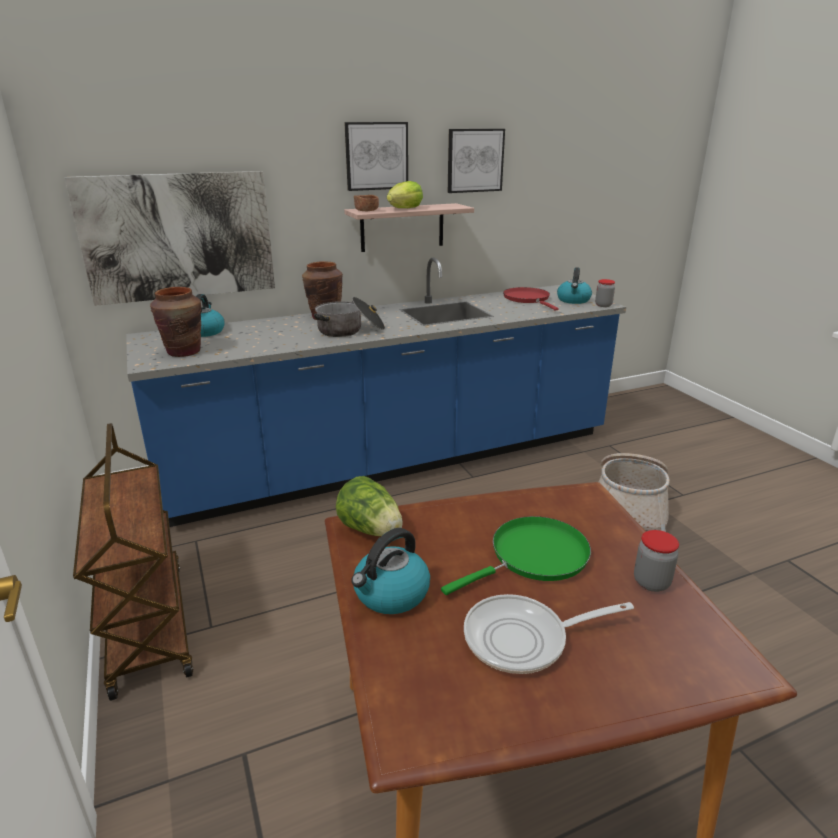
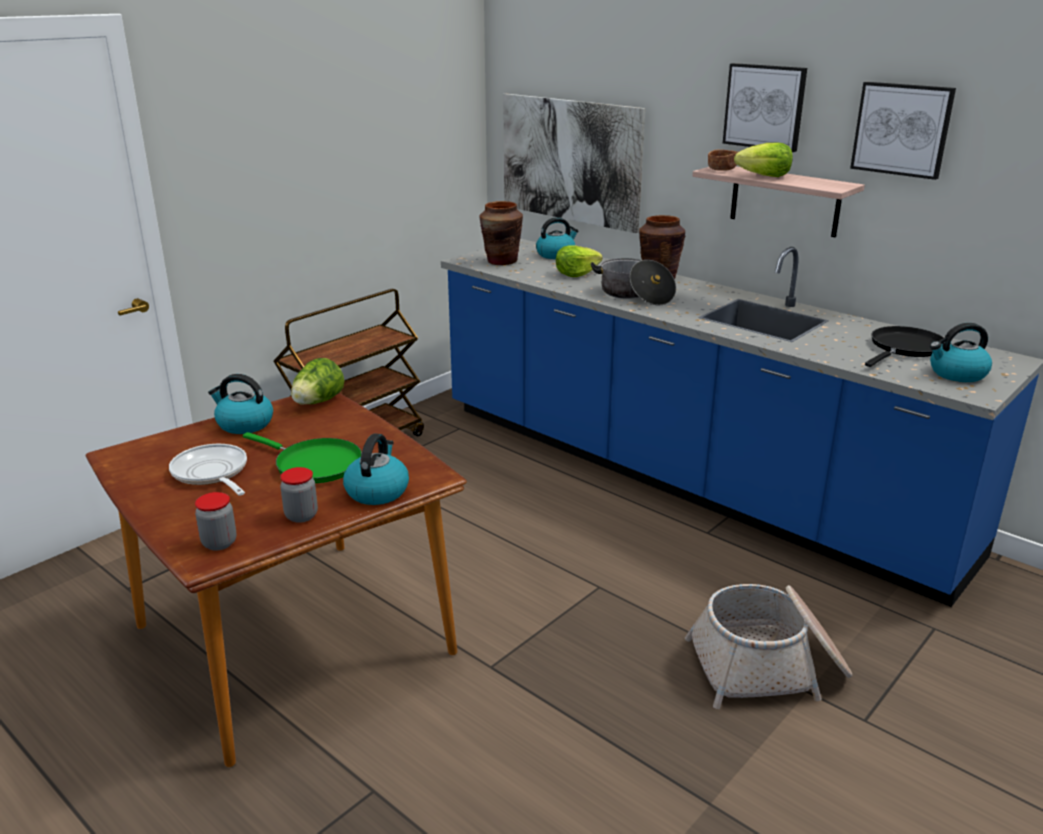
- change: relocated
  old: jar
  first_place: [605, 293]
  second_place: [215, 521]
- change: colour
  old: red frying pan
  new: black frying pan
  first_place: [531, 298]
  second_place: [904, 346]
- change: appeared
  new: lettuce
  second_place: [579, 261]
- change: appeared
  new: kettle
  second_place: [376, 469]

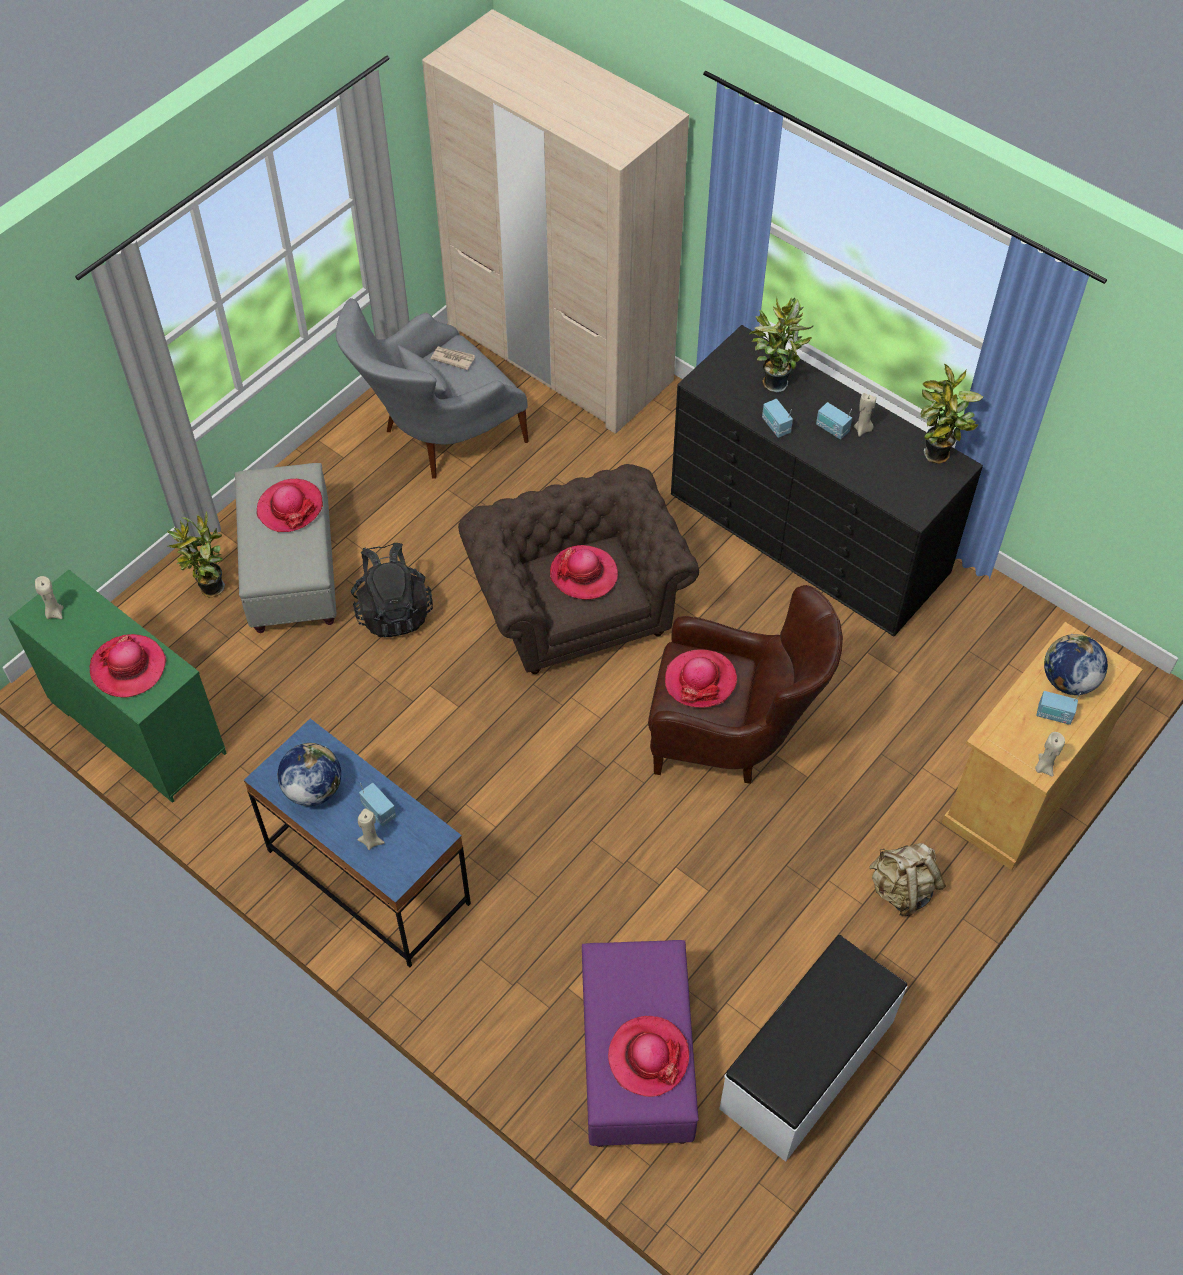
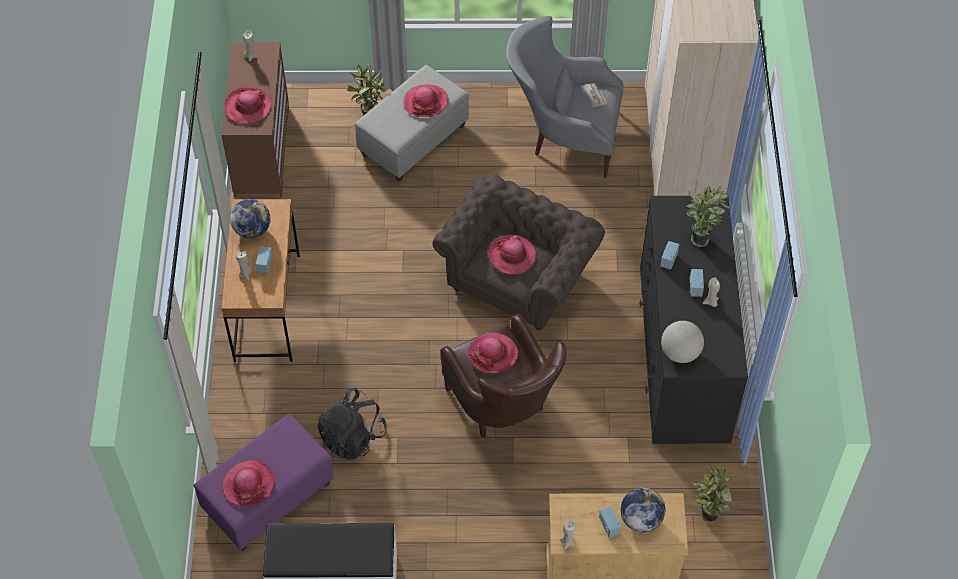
- change: relocated
  old: potted plant
  first_place: [951, 413]
  second_place: [713, 494]
- change: relocated
  old: black backpack
  first_place: [392, 590]
  second_place: [352, 423]
- change: colour
  old: green dresser
  new: brown dresser
  first_place: [117, 686]
  second_place: [255, 119]
- change: colour
  old: blue desk
  new: brown desk
  first_place: [357, 843]
  second_place: [260, 280]
- change: missing
  old: beige backpack
  first_place: [907, 879]
- change: appeared
  new: globe
  second_place: [682, 342]

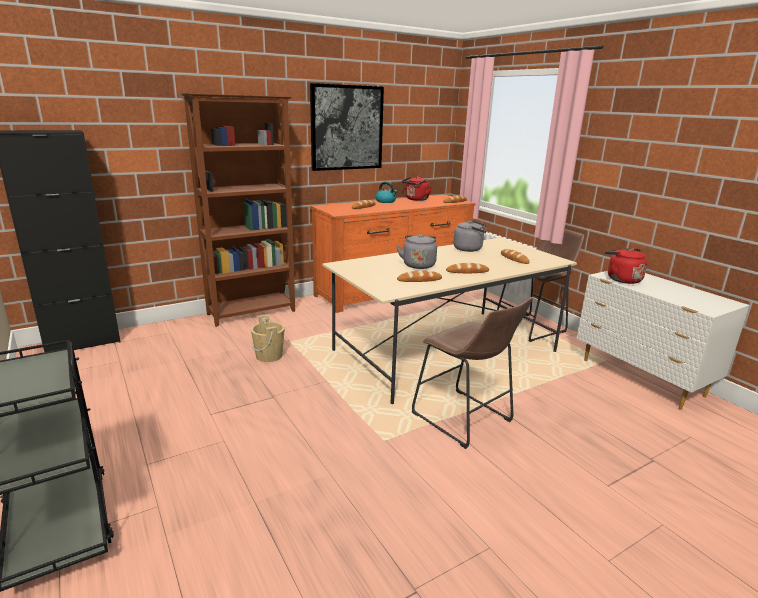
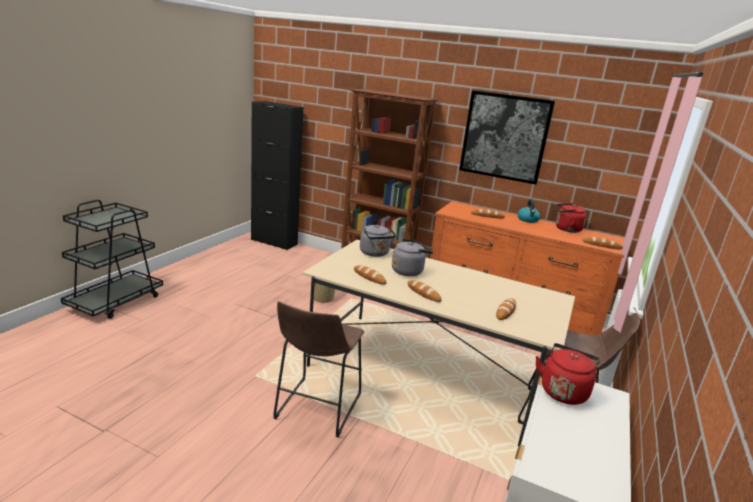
- change: relocated
  old: grey kettle
  first_place: [470, 236]
  second_place: [378, 241]

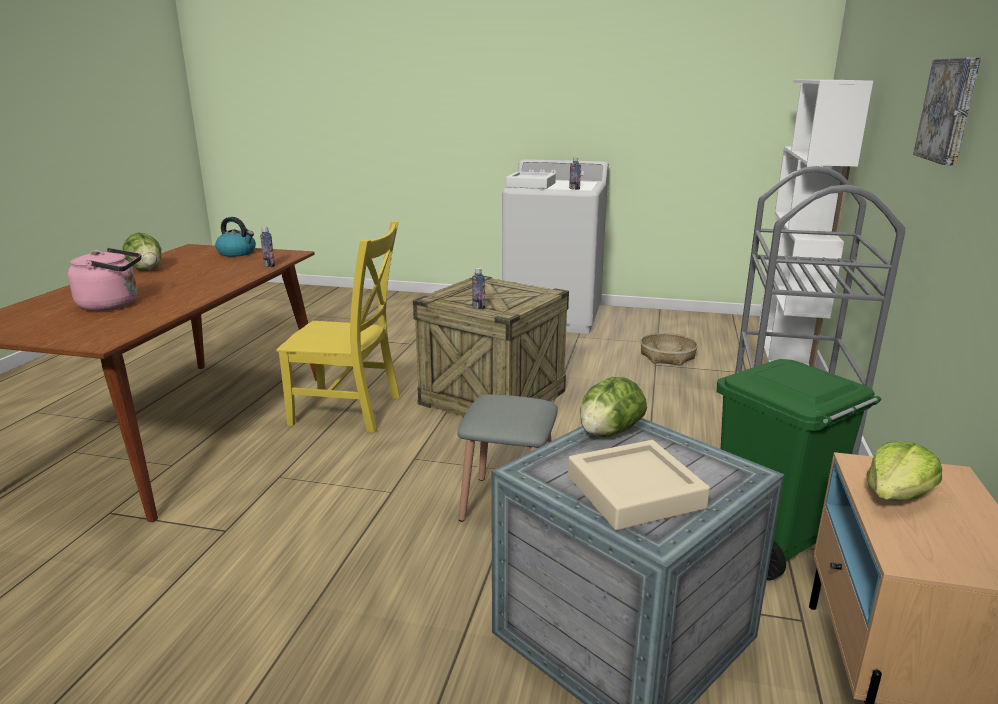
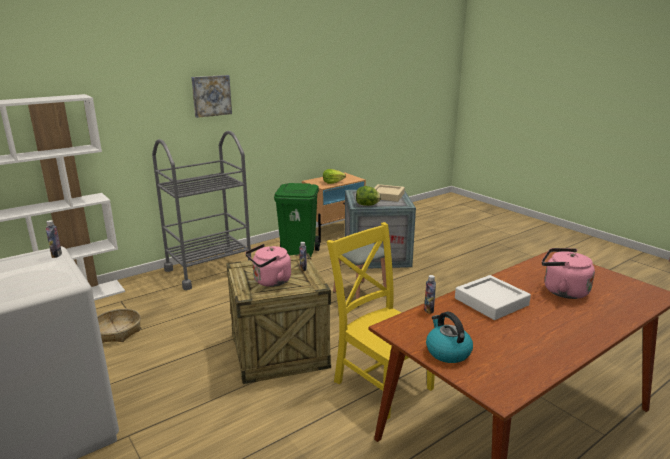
- change: relocated
  old: white tray
  first_place: [531, 180]
  second_place: [493, 297]
- change: missing
  old: lettuce
  first_place: [141, 252]
- change: appeared
  new: pink kettle
  second_place: [268, 265]

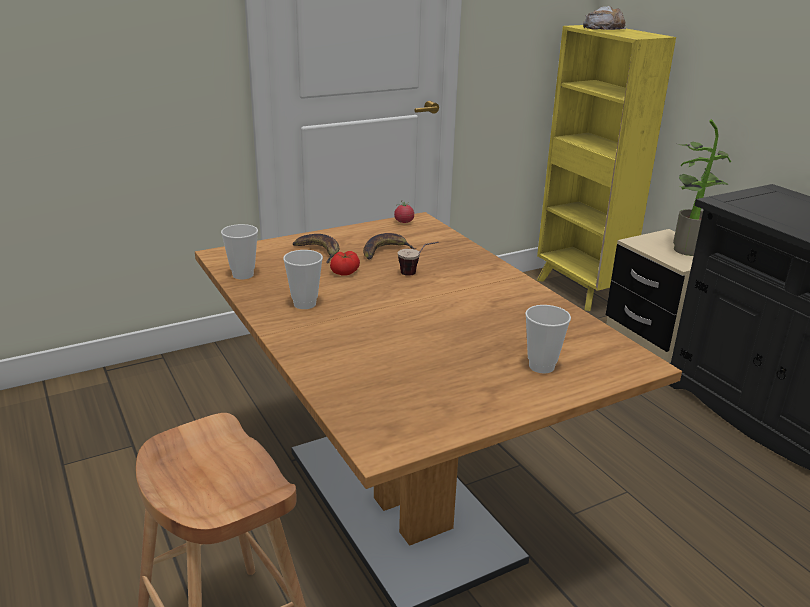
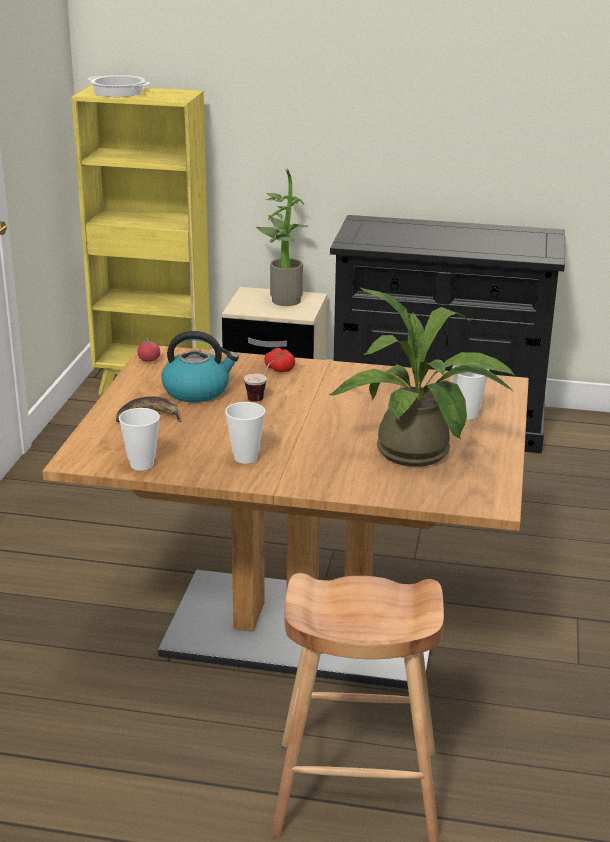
- change: exchanged
  old: bread
  new: cooking pot
  first_place: [604, 18]
  second_place: [118, 86]
- change: exchanged
  old: banana
  new: kettle
  first_place: [389, 246]
  second_place: [200, 366]
- change: relocated
  old: tomato
  first_place: [345, 263]
  second_place: [279, 360]
- change: appeared
  new: potted plant
  second_place: [421, 377]

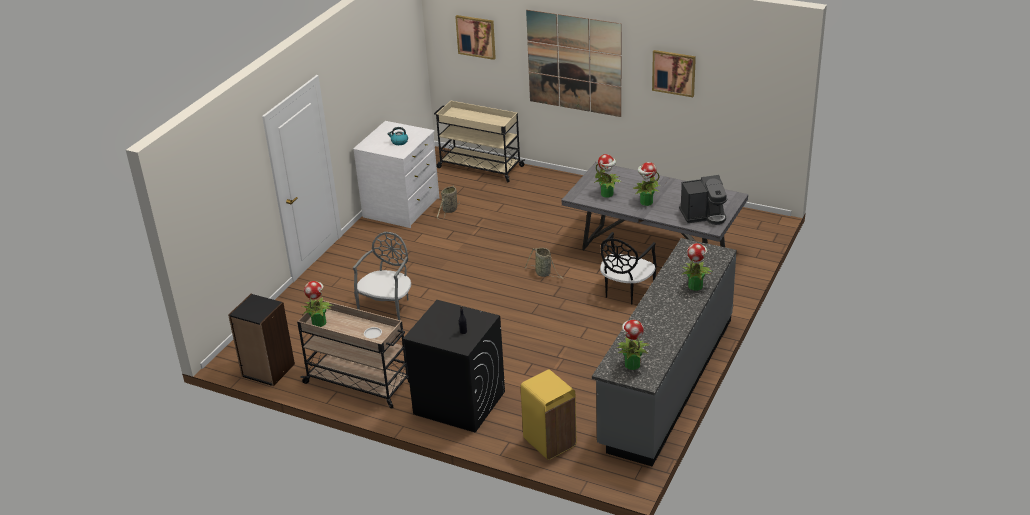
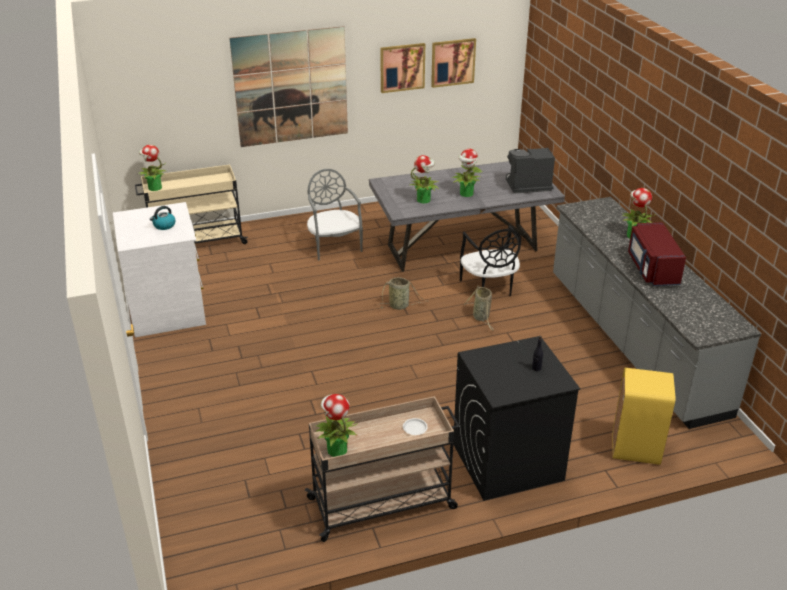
- change: relocated
  old: picture
  first_place: [475, 37]
  second_place: [453, 63]
- change: spun
  old: coffee machine
  first_place: [703, 200]
  second_place: [530, 170]
  degrees: -135
- change: relocated
  old: basket
  first_place: [448, 202]
  second_place: [479, 308]
- change: relocated
  old: grey chair
  first_place: [382, 276]
  second_place: [335, 214]
- change: missing
  old: black bookcase
  first_place: [261, 340]
- change: relocated
  old: potted plant
  first_place: [633, 345]
  second_place: [153, 168]
- change: appeared
  new: red microwave
  second_place: [657, 254]

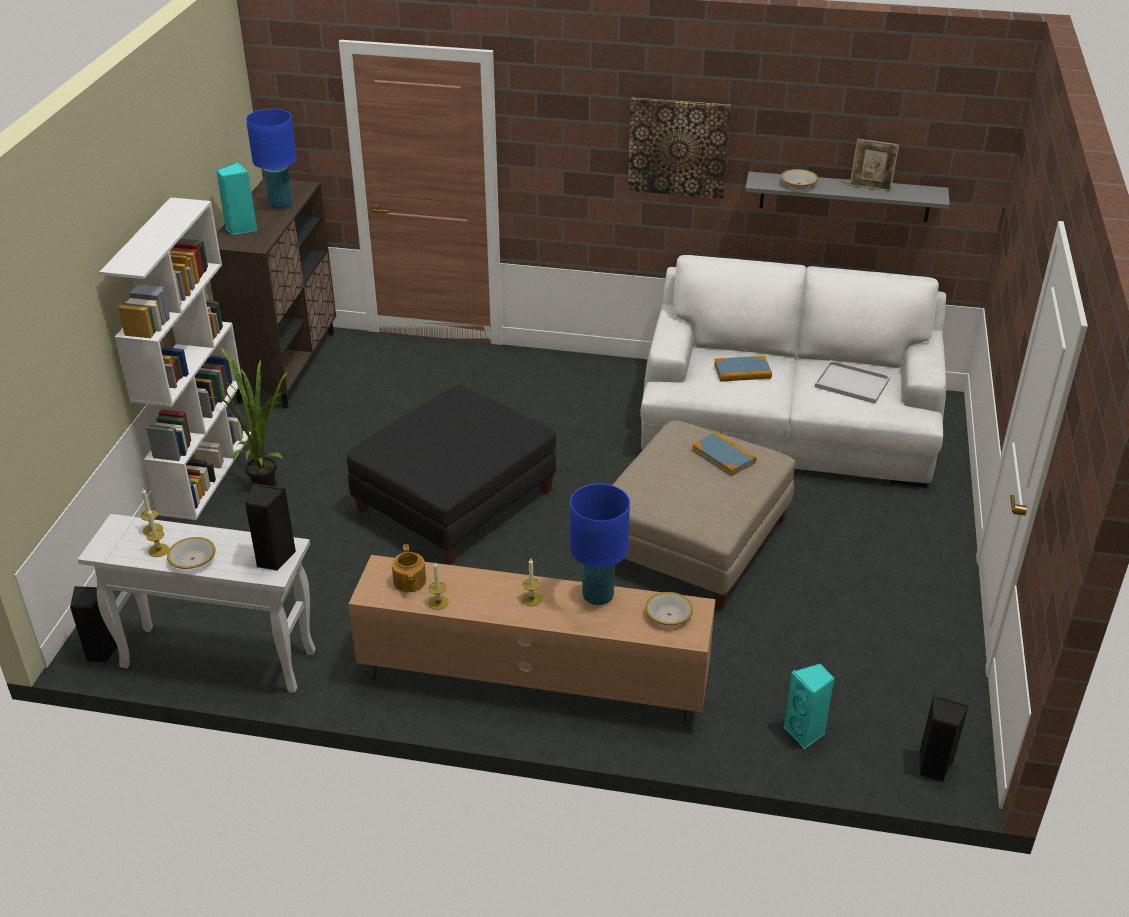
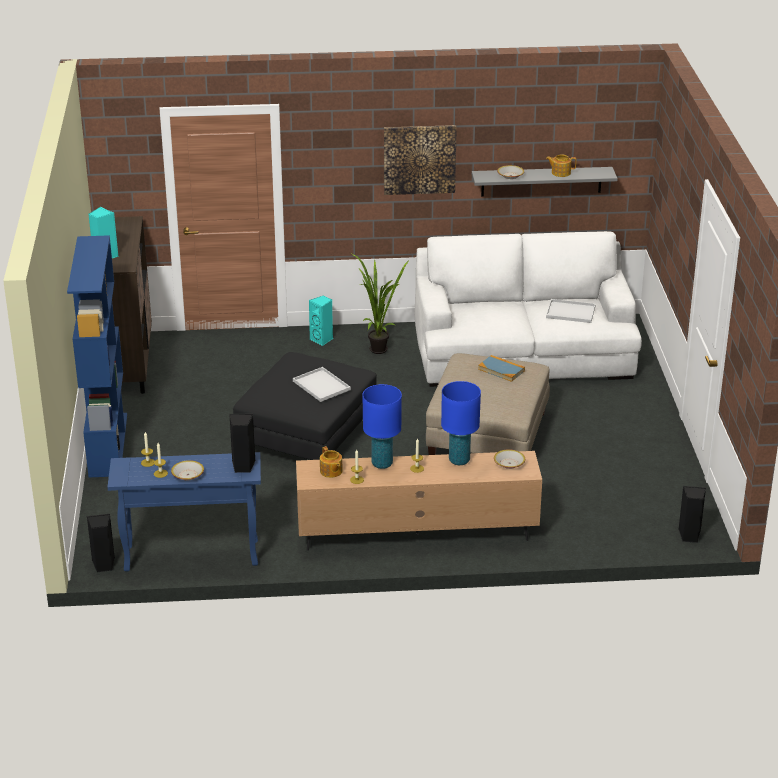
- change: relocated
  old: blue table lamp
  first_place: [271, 159]
  second_place: [382, 426]
- change: exchanged
  old: picture frame
  new: teapot
  first_place: [874, 165]
  second_place: [561, 165]
- change: colour
  old: white bookcase
  new: blue bookcase
  first_place: [175, 358]
  second_place: [97, 356]
- change: relocated
  old: potted plant
  first_place: [247, 416]
  second_place: [379, 303]
- change: missing
  old: book
  first_place: [743, 369]
- change: colour
  old: white console table
  new: blue console table
  first_place: [197, 603]
  second_place: [184, 512]
- change: relocated
  old: turquoise speaker
  first_place: [809, 706]
  second_place: [321, 320]
- change: appeared
  new: white tray
  second_place: [322, 384]

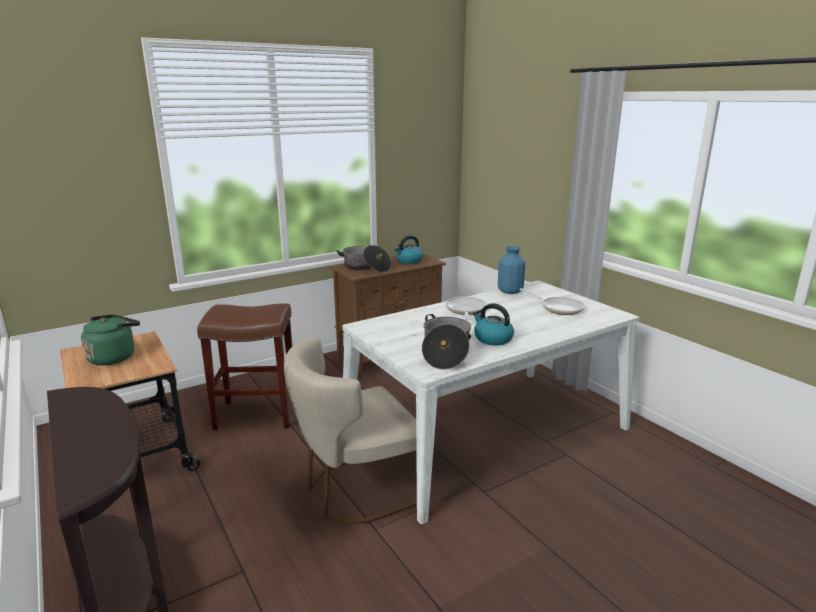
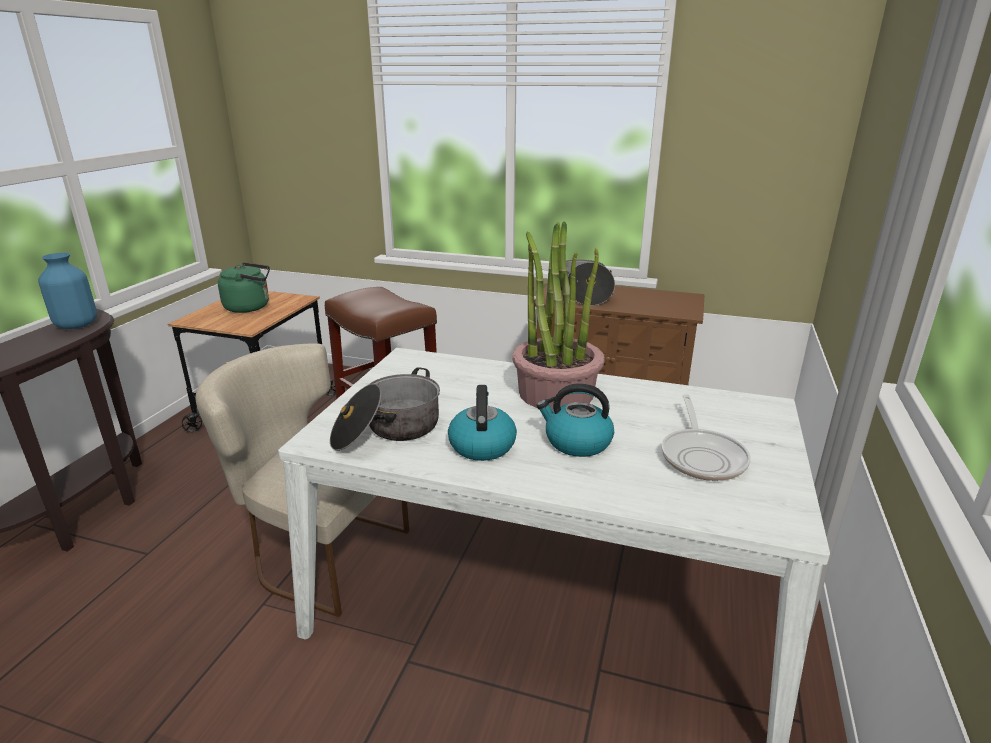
- change: relocated
  old: kettle
  first_place: [409, 250]
  second_place: [575, 420]
- change: relocated
  old: blue vase
  first_place: [511, 270]
  second_place: [67, 291]
- change: exchanged
  old: frying pan
  new: potted plant
  first_place: [466, 308]
  second_place: [558, 316]

